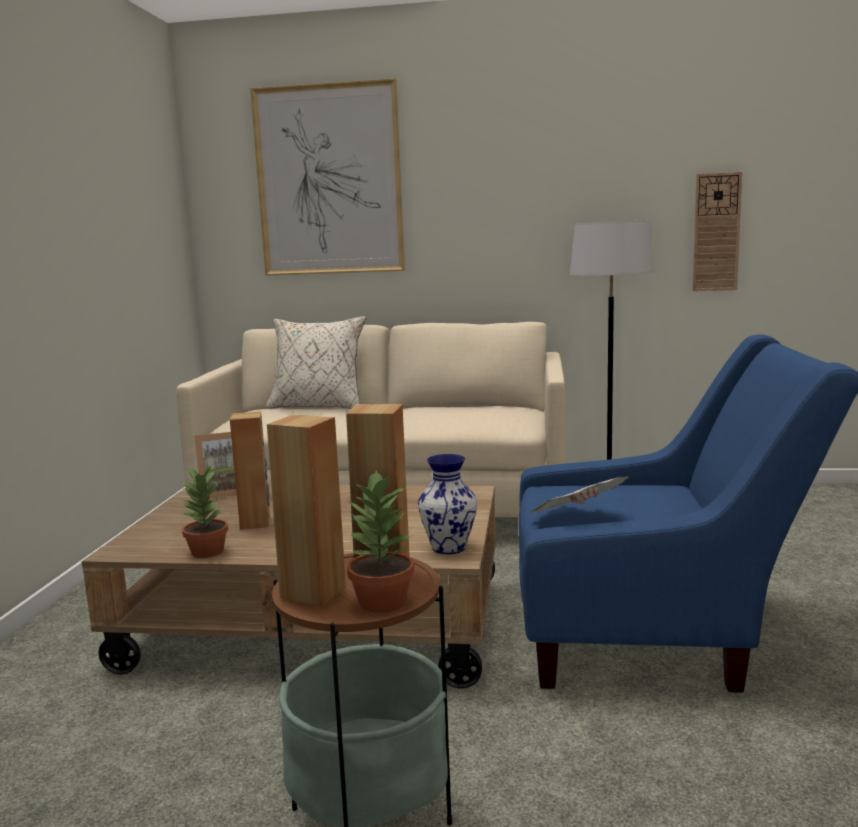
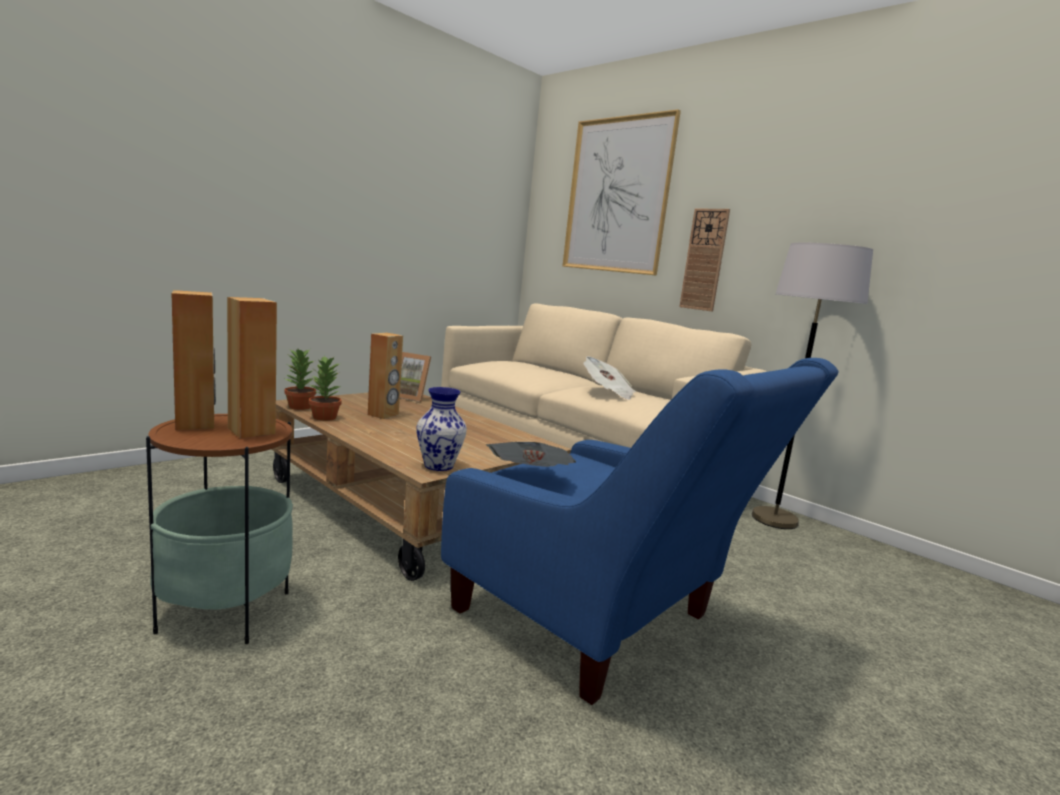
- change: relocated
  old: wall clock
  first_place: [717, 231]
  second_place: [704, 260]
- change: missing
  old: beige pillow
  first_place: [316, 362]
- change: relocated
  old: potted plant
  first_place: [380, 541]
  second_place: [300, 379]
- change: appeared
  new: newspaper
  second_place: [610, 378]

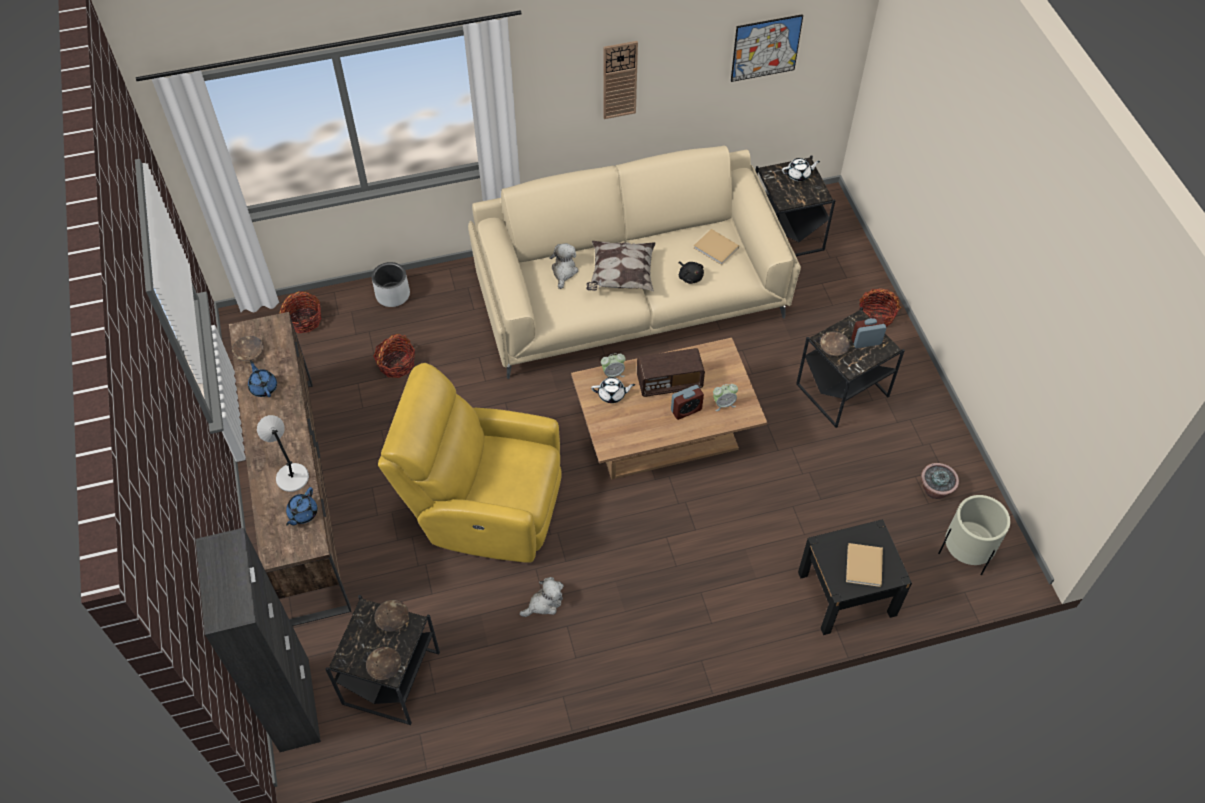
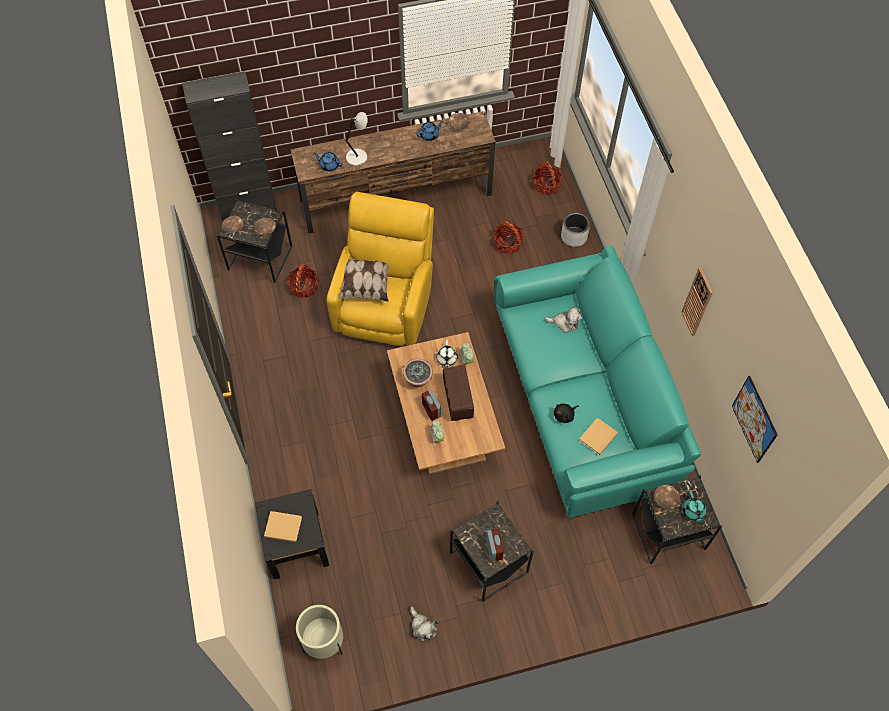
- change: colour
  old: beige sofa
  new: turquoise sofa
  first_place: [634, 262]
  second_place: [597, 383]
- change: colour
  old: white teapot
  new: turquoise teapot
  first_place: [801, 169]
  second_place: [694, 508]
- change: relocated
  old: pillow
  first_place: [620, 266]
  second_place: [363, 280]
- change: relocated
  old: basket
  first_place: [880, 307]
  second_place: [303, 280]
- change: relocated
  old: brown bowl
  first_place: [835, 344]
  second_place: [667, 497]
- change: relocated
  old: potted plant
  first_place: [940, 481]
  second_place: [418, 373]
- change: relocated
  old: plush toy
  first_place: [541, 597]
  second_place: [424, 624]

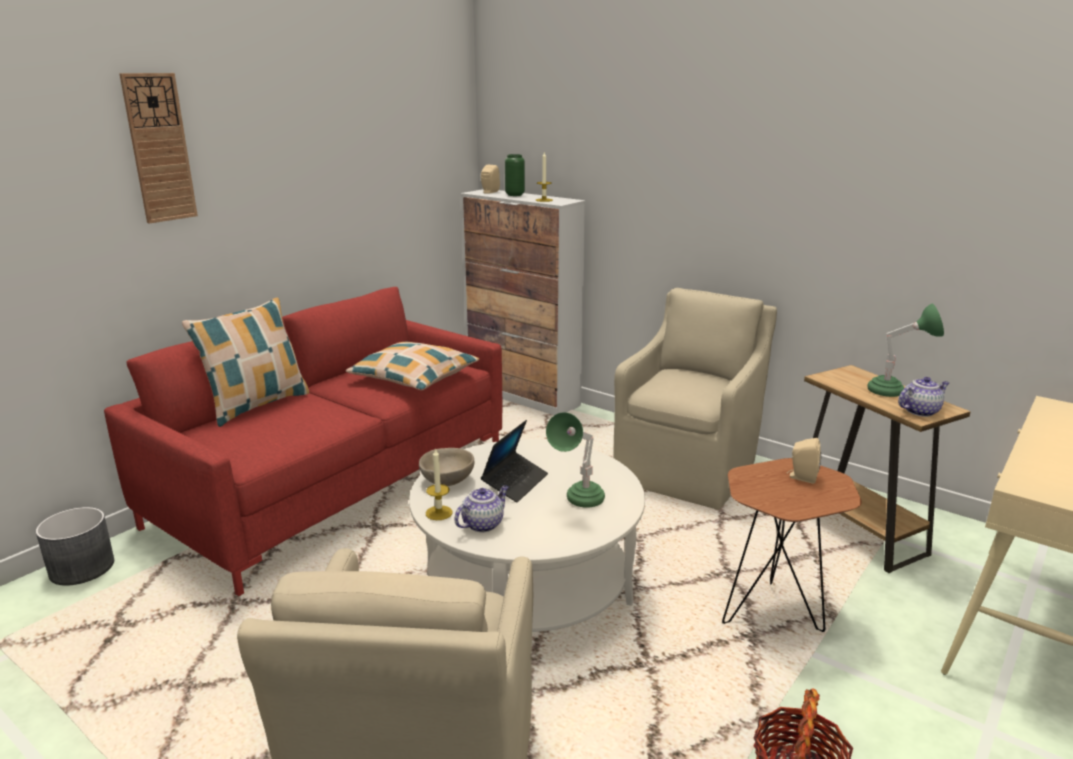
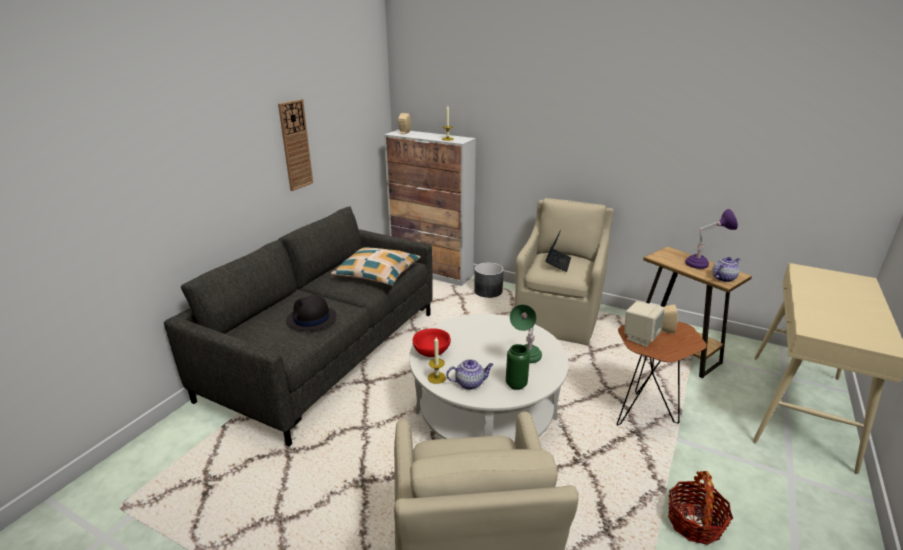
- change: relocated
  old: wall clock
  first_place: [158, 148]
  second_place: [295, 145]
- change: relocated
  old: green vase
  first_place: [515, 175]
  second_place: [518, 367]
- change: colour
  old: red sofa
  new: grey sofa
  first_place: [303, 441]
  second_place: [298, 326]
- change: missing
  old: pillow
  first_place: [245, 362]
- change: colour
  old: green table lamp
  new: purple table lamp
  first_place: [905, 350]
  second_place: [711, 239]
- change: relocated
  old: laptop
  first_place: [514, 461]
  second_place: [558, 251]
- change: colour
  old: beige bowl
  new: red bowl
  first_place: [446, 467]
  second_place: [432, 342]
- change: spun
  old: teapot
  first_place: [481, 509]
  second_place: [470, 374]
  degrees: 45
- change: relocated
  old: grey planter
  first_place: [75, 546]
  second_place: [489, 280]
- change: appeared
  new: black hat
  second_place: [311, 313]
- change: appeared
  new: beige speaker
  second_place: [644, 324]

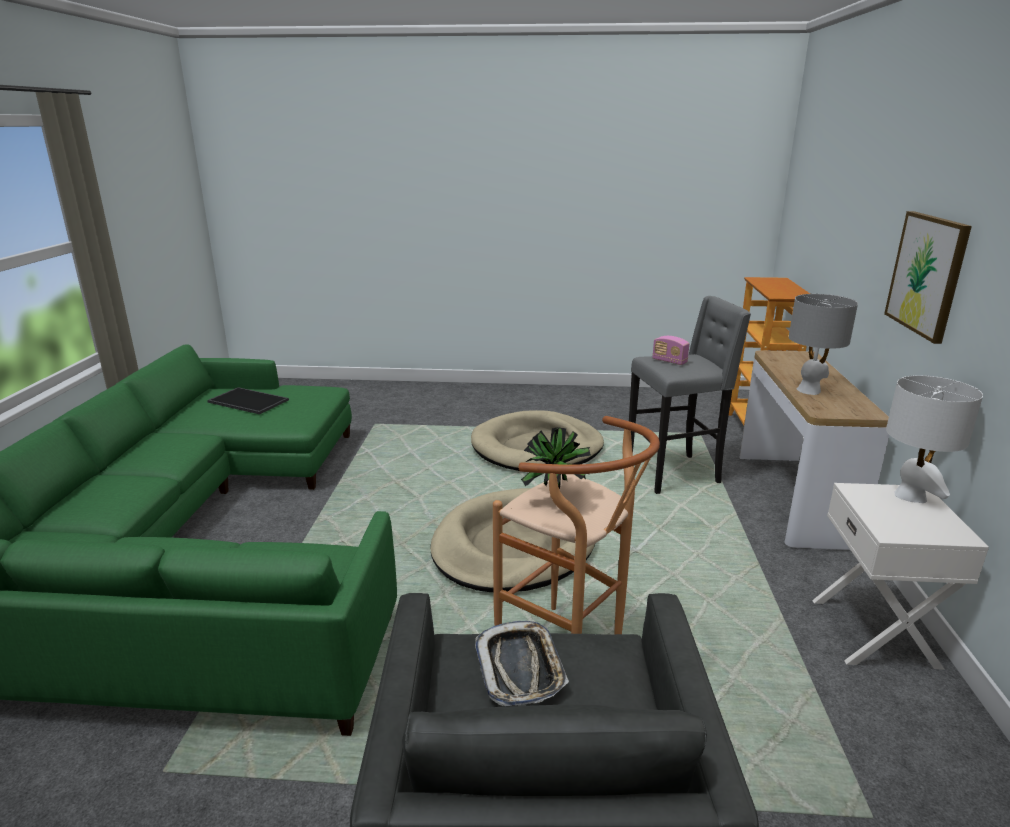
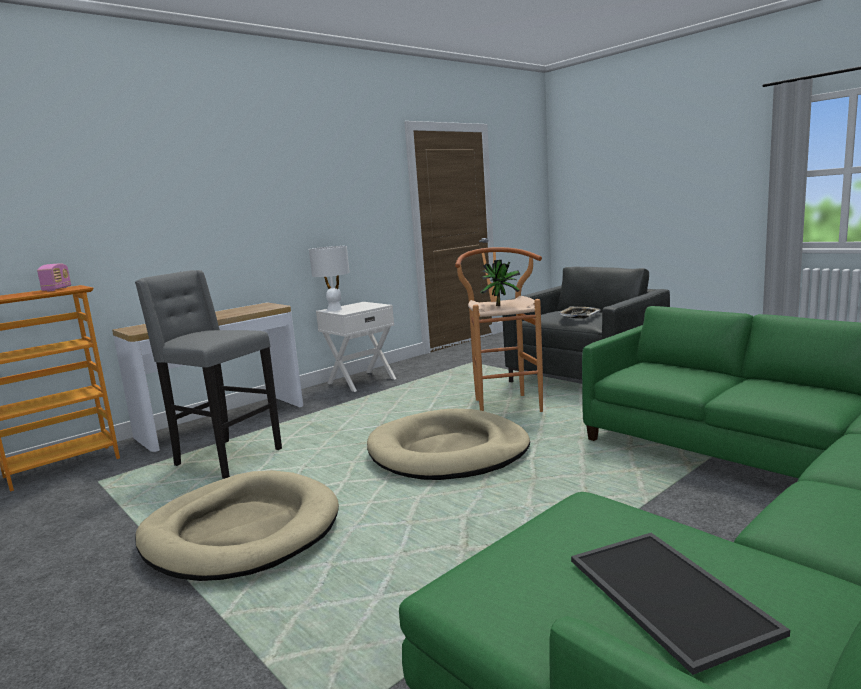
- change: missing
  old: picture
  first_place: [928, 277]
- change: missing
  old: grey table lamp
  first_place: [823, 344]
- change: relocated
  old: radio
  first_place: [670, 350]
  second_place: [54, 277]

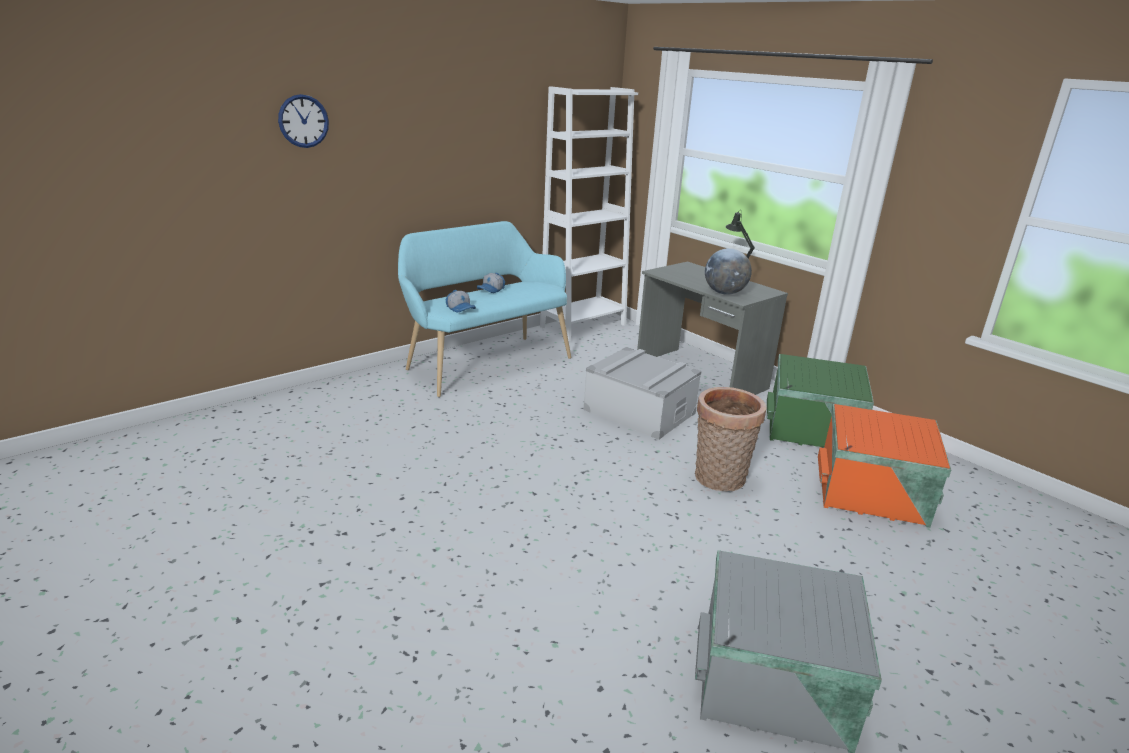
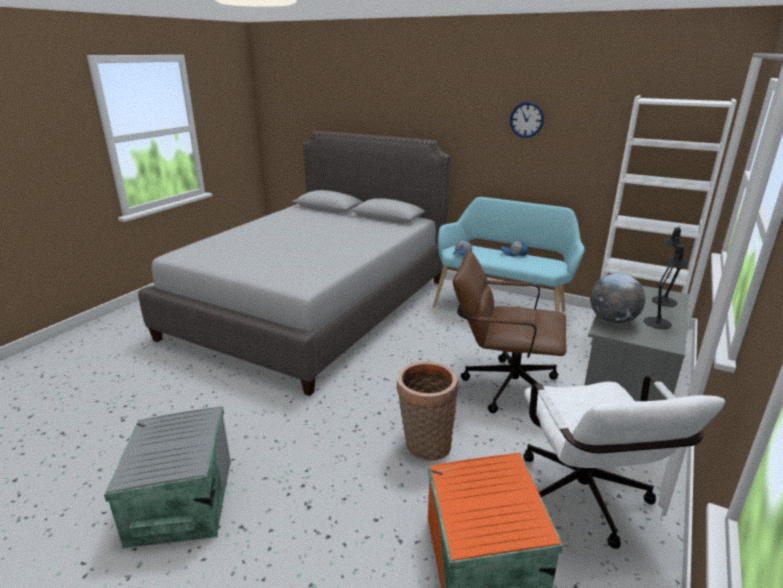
- change: relocated
  old: wall clock
  first_place: [303, 121]
  second_place: [527, 120]
- change: exchanged
  old: grey storage box
  new: brown office chair
  first_place: [642, 393]
  second_place: [510, 331]
- change: exchanged
  old: green storage box
  new: white office chair
  first_place: [820, 400]
  second_place: [624, 462]
- change: appeared
  new: grey bed
  second_place: [294, 263]
- change: appeared
  new: black table lamp
  second_place: [668, 266]

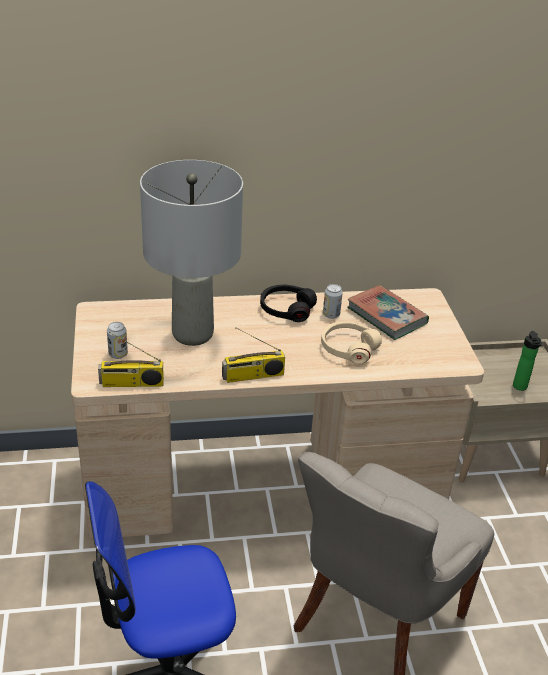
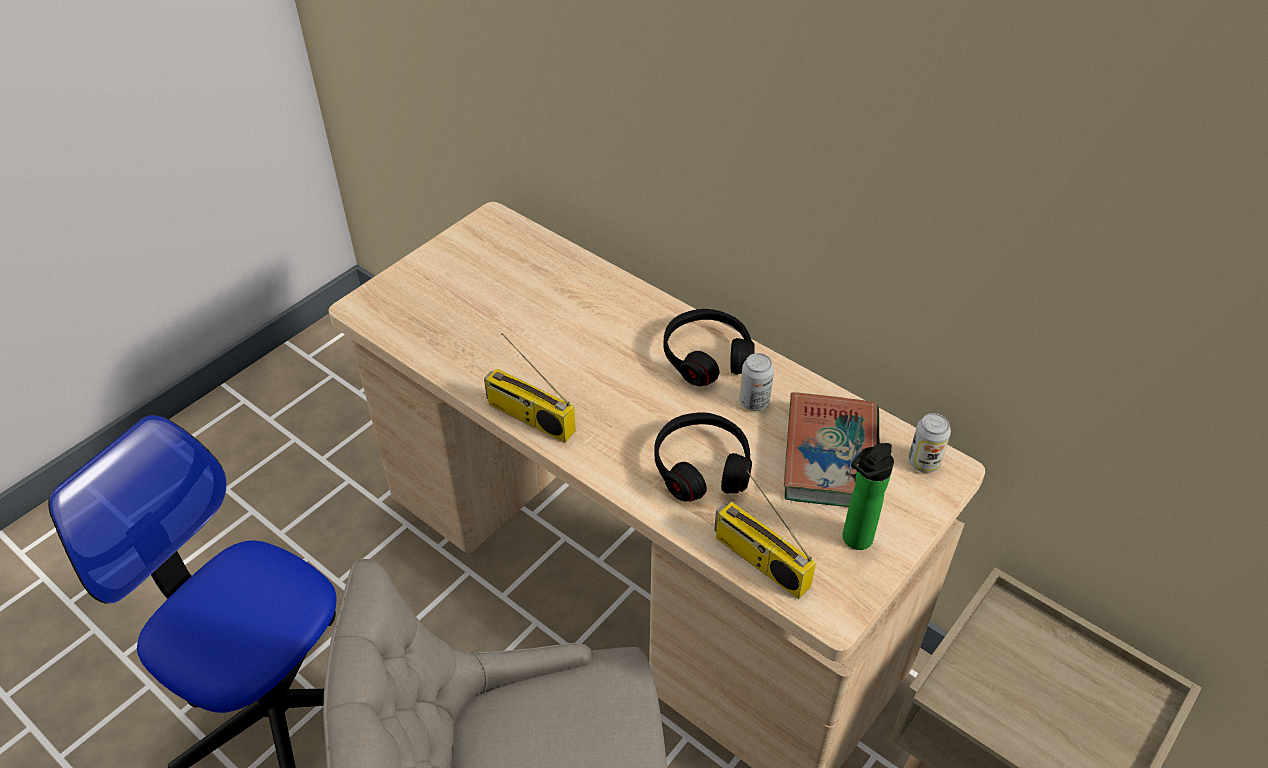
- change: missing
  old: grey table lamp
  first_place: [191, 253]
- change: colour
  old: beige headphones
  new: black headphones
  first_place: [351, 342]
  second_place: [703, 457]
- change: relocated
  old: can
  first_place: [117, 340]
  second_place: [929, 443]
- change: relocated
  old: bottle
  first_place: [527, 361]
  second_place: [868, 496]
- change: relocated
  old: radio
  first_place: [131, 359]
  second_place: [765, 535]

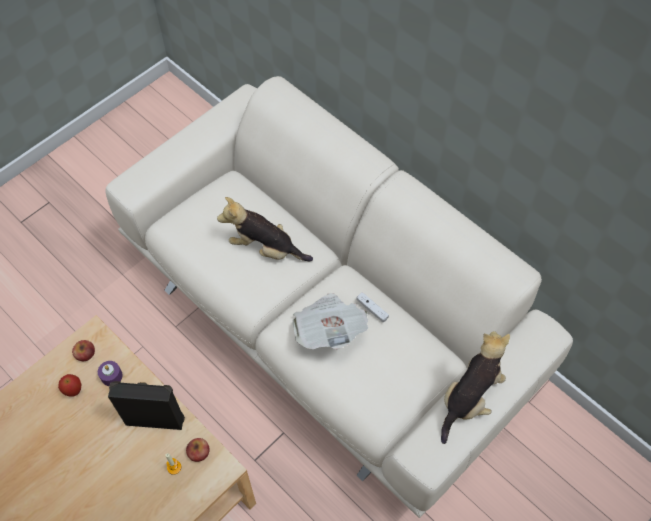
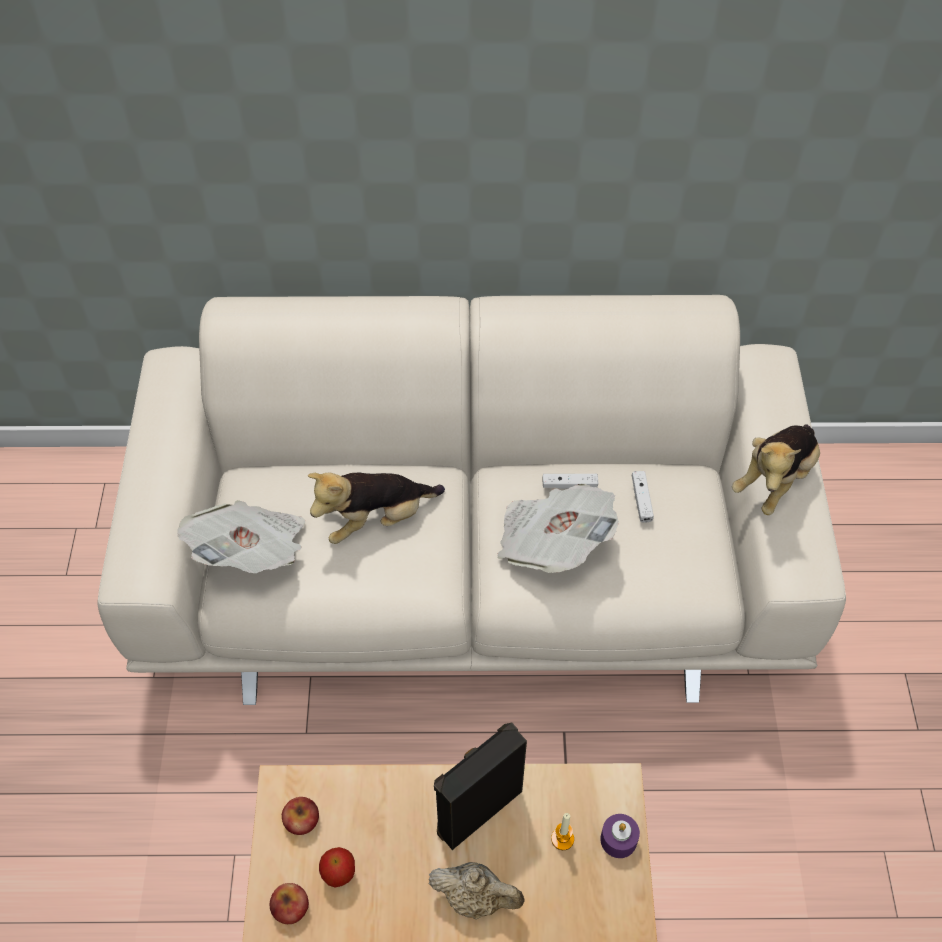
- change: spun
  old: plush toy
  first_place: [475, 387]
  second_place: [776, 469]
  degrees: -135
- change: relocated
  old: purple candle
  first_place: [110, 373]
  second_place: [620, 836]
- change: relocated
  old: apple
  first_place: [197, 450]
  second_place: [289, 903]
- change: appeared
  new: white game controller
  second_place: [643, 497]
- change: appeared
  new: newspaper
  second_place: [241, 536]
- change: appeared
  new: beige teapot
  second_place: [477, 891]

